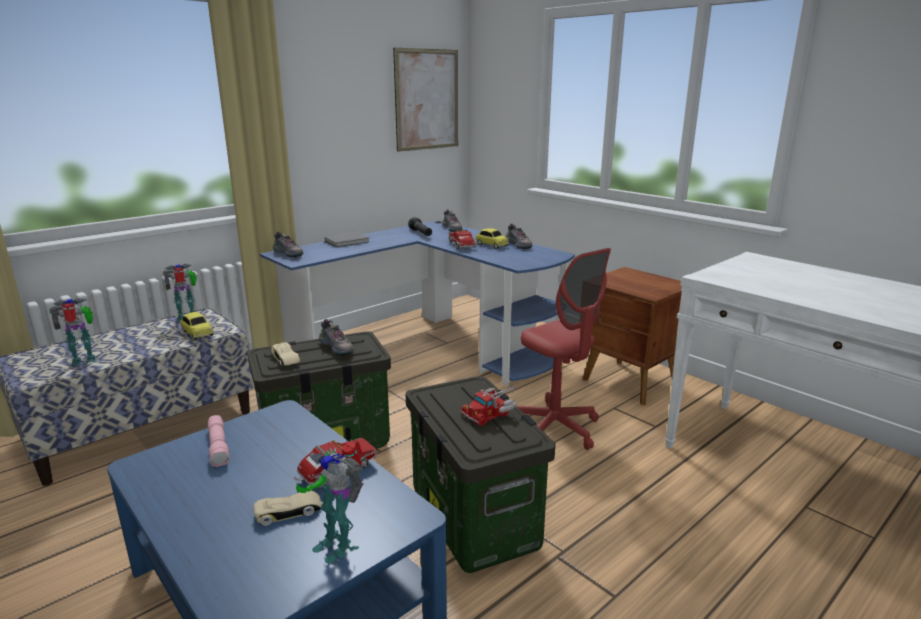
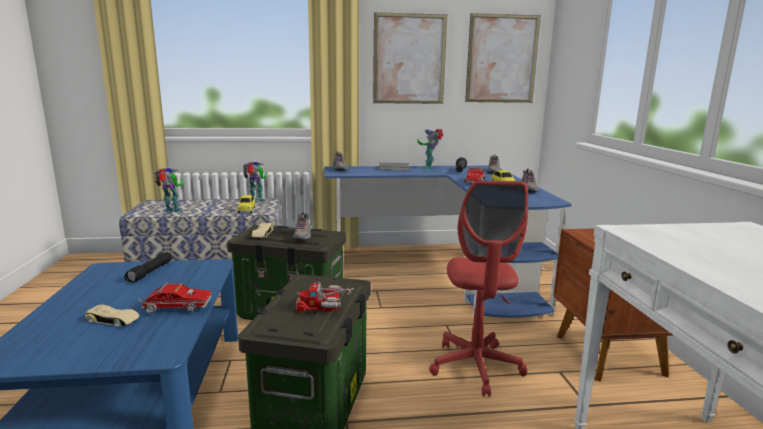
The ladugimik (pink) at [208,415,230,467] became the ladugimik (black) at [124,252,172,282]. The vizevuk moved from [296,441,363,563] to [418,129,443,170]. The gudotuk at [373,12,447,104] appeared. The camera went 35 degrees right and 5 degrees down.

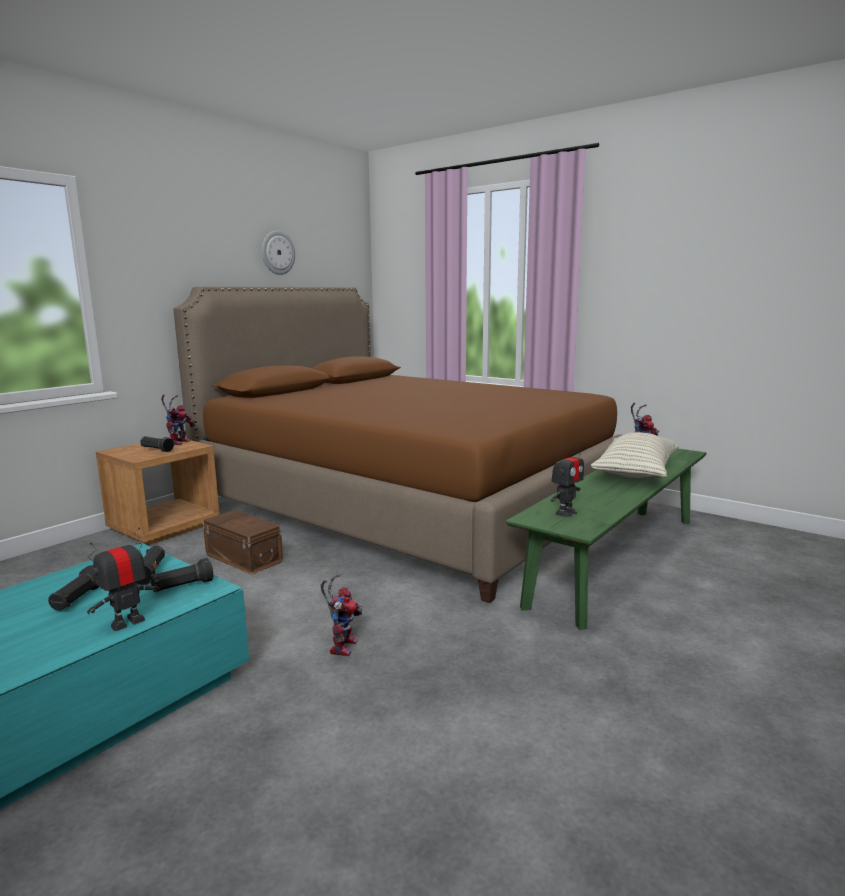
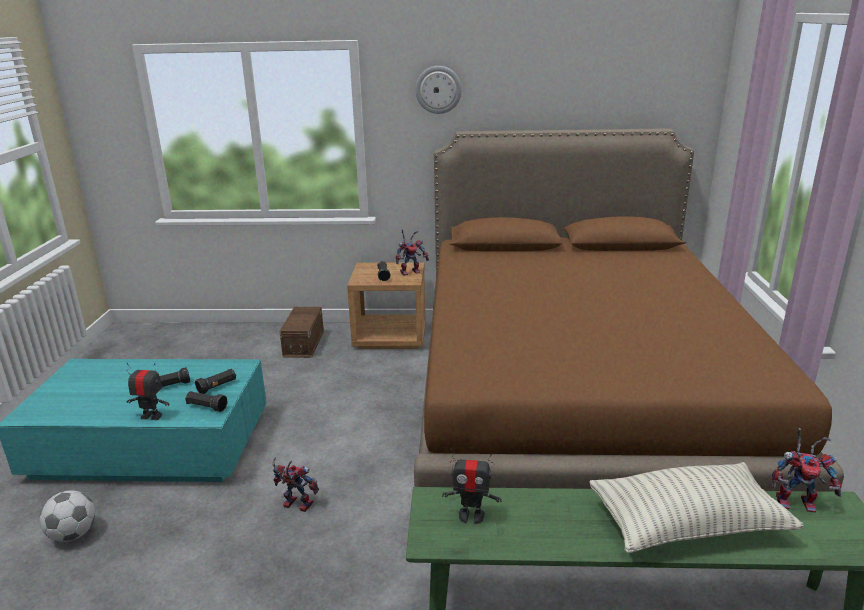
The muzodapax moved from [262,231,295,275] to [415,66,462,114]. The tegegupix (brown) moved from [203,510,283,575] to [280,307,324,358]. The vizevuk at [320,573,362,657] turned 135 degrees counterclockwise. The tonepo at [39,490,95,542] appeared. The camera went 55 degrees right and 10 degrees up.

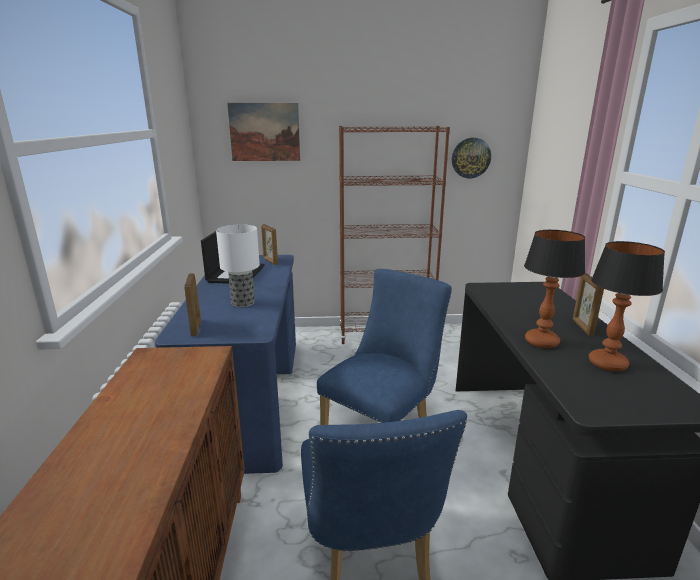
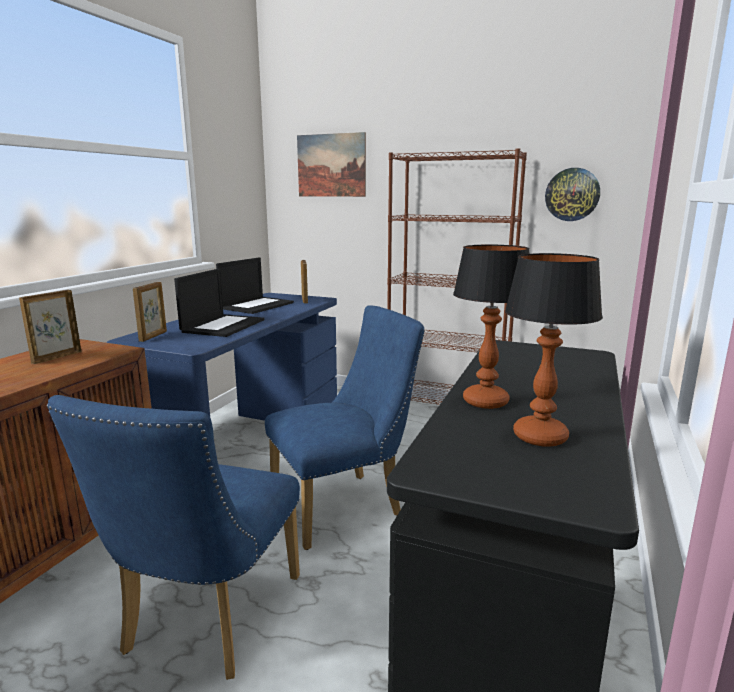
The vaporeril at [216,225,260,307] was replaced by the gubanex at [174,269,264,337]. The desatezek moved from [573,273,604,336] to [19,290,81,364]. The camera went 25 degrees right and 5 degrees down.

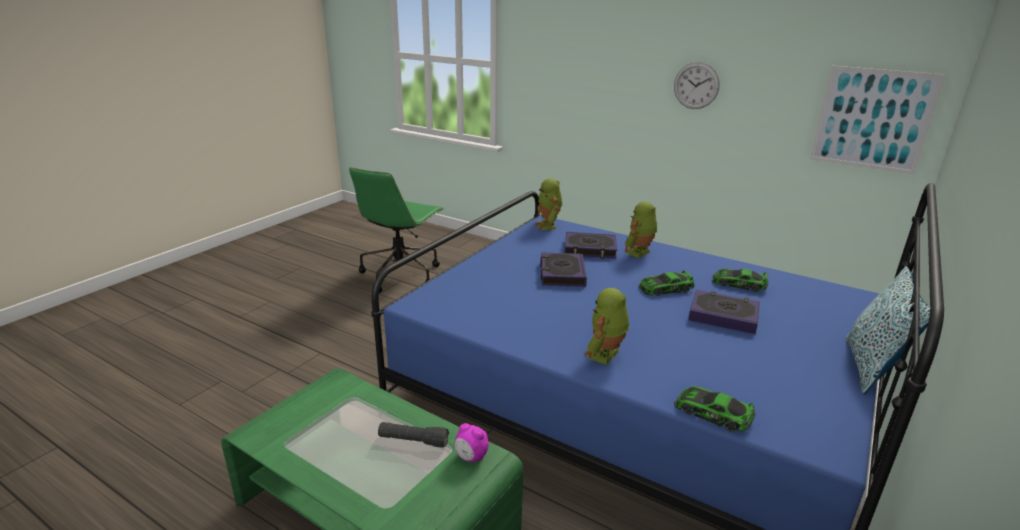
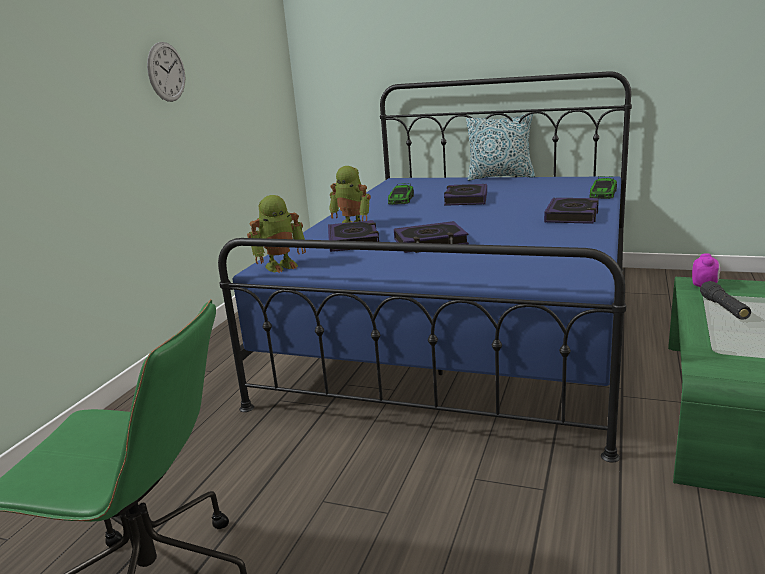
The gudotuk at [810,66,946,175] disappeared. The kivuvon at [638,270,695,296] disappeared. The vizevuk at [584,288,629,365] was replaced by the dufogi at [544,198,599,224]. The camera went 100 degrees left and 5 degrees down.

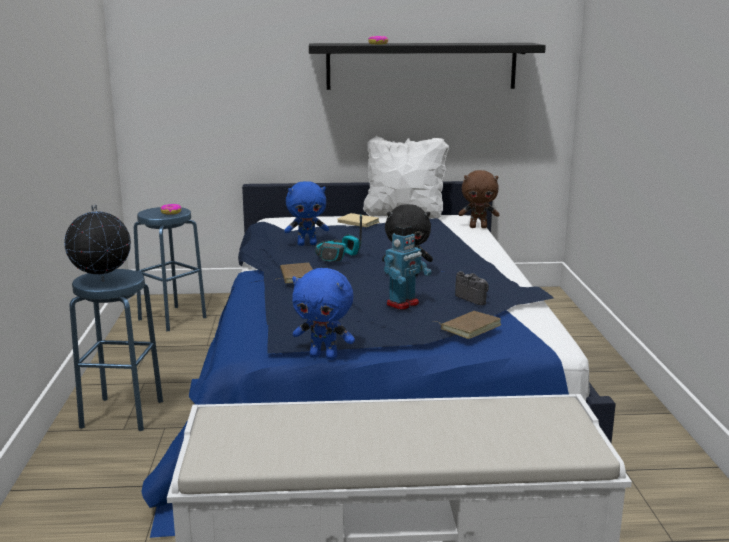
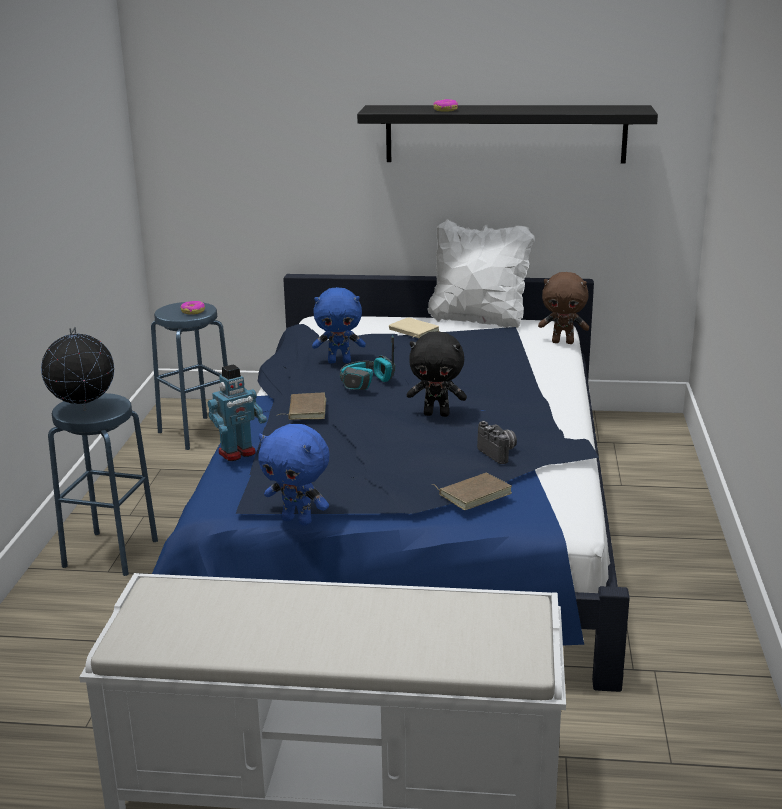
The vizevuk moved from [384,224,432,310] to [208,364,267,461]. The camera went 10 degrees right and 5 degrees up.

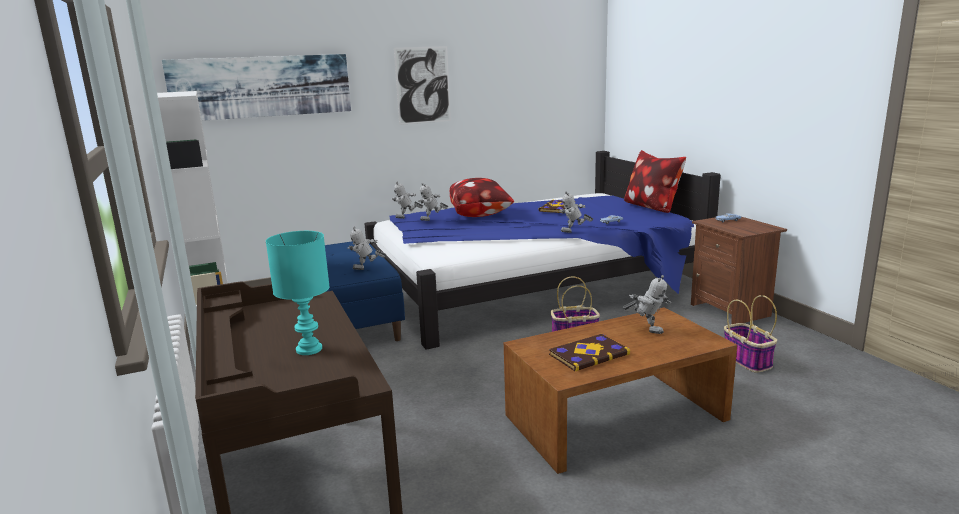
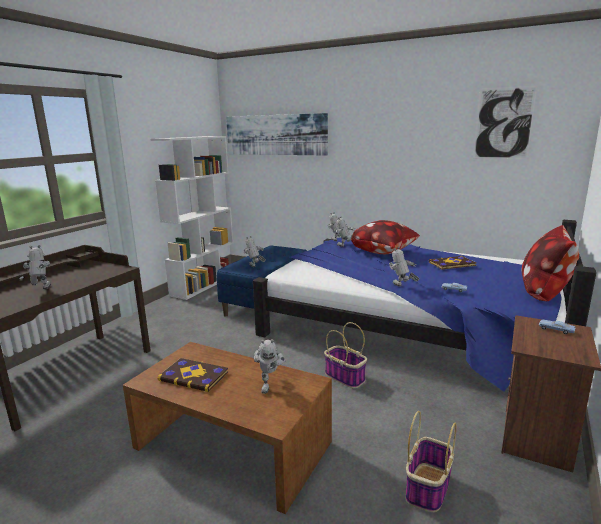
The gudotuk moved from [394,46,451,125] to [473,86,537,159]. The vaporeril (turquoise) at [266,231,330,355] was replaced by the vizevuk at [23,245,51,289]. The camera went 50 degrees right and 0 degrees up.

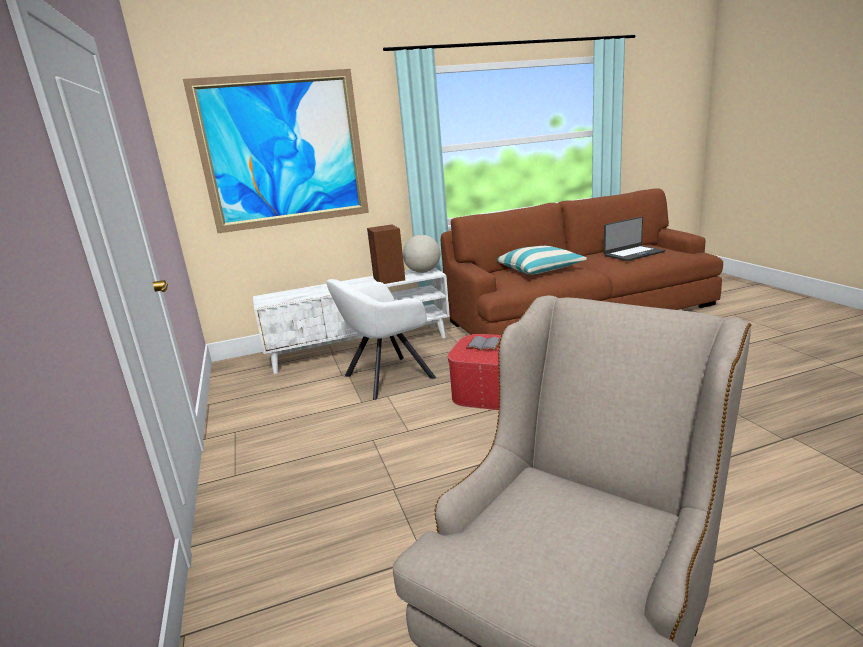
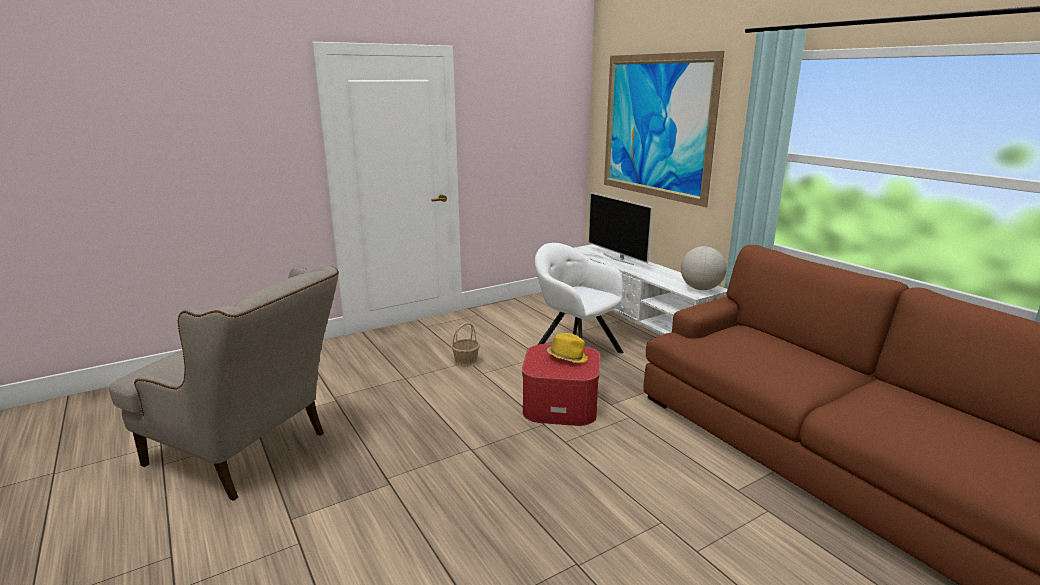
The gubanex at [604,217,665,261] disappeared. The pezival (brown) at [367,225,405,284] disappeared. The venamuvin at [497,246,587,274] disappeared. The dufogi (grey) at [466,336,500,351] was replaced by the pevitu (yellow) at [547,333,588,363]. The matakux at [588,192,653,265] appeared. The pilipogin at [451,323,480,367] appeared. The camera went 75 degrees right and 0 degrees up.

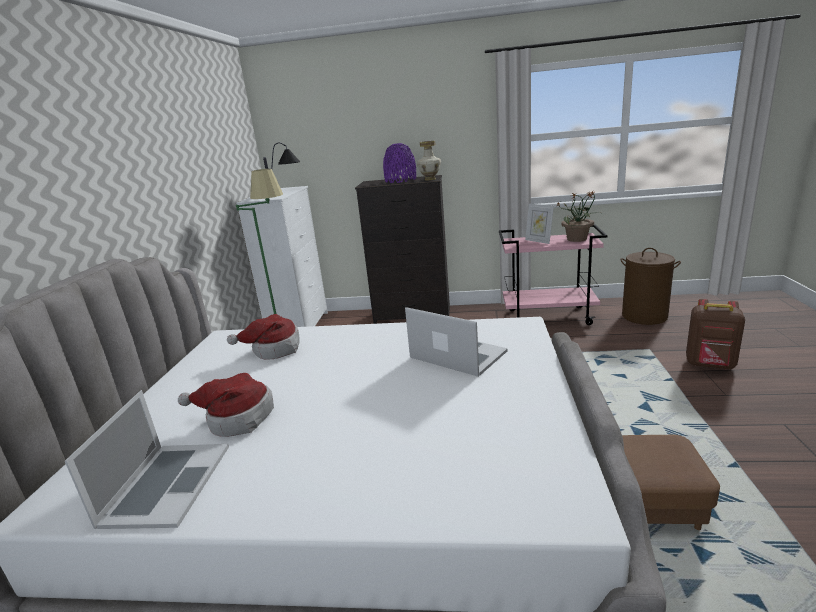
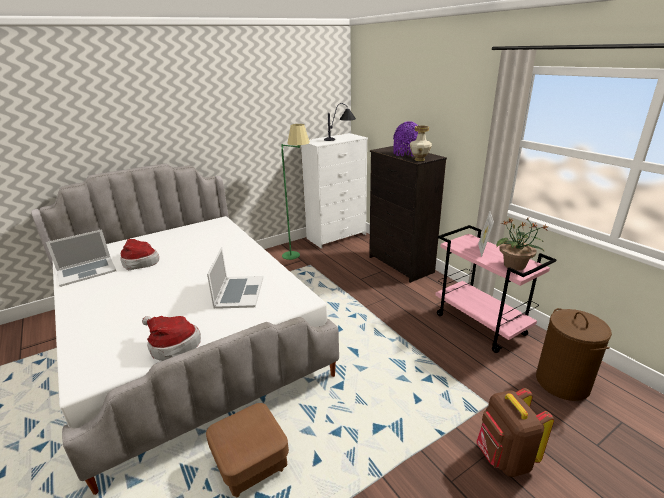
The pevitu moved from [227,314,300,360] to [142,316,201,361]. The camera went 50 degrees right and 5 degrees up.

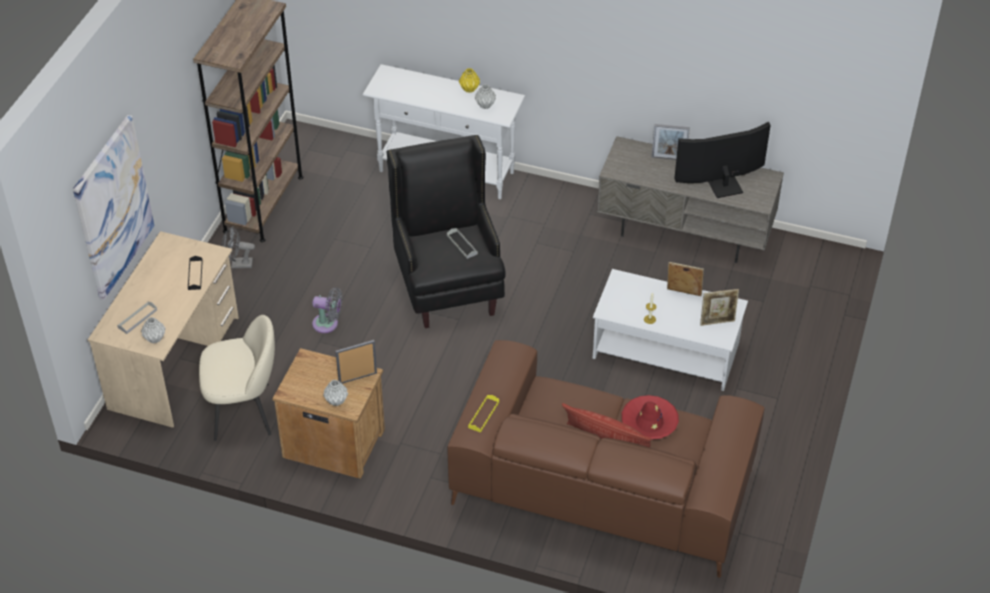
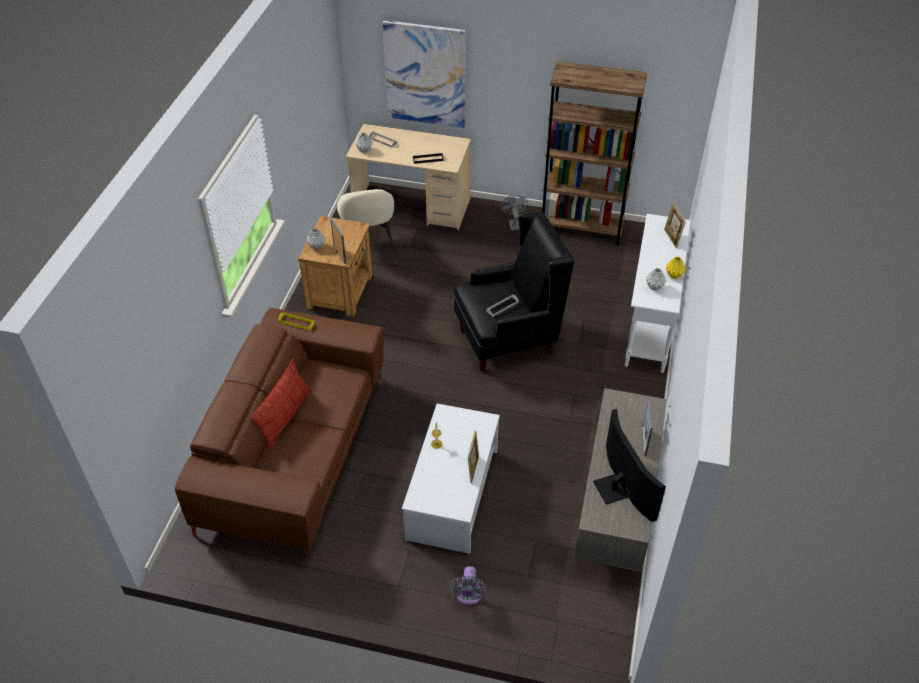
The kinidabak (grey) moved from [312,287,342,333] to [450,566,487,605]. The desatezek moved from [700,289,739,326] to [664,203,686,248]. The pevitu (red) at [622,395,679,440] disappeared. The camera went 85 degrees right and 0 degrees up.

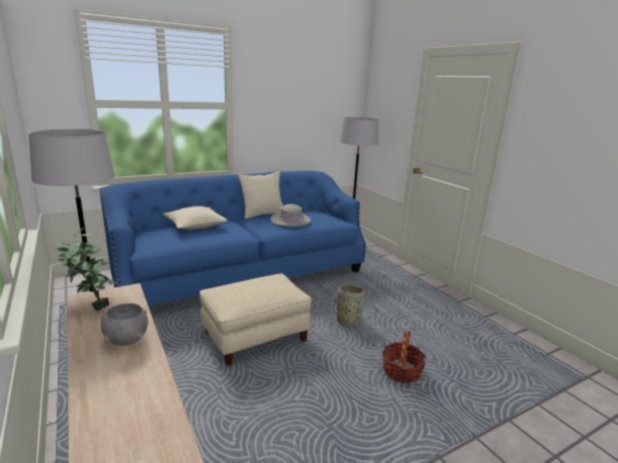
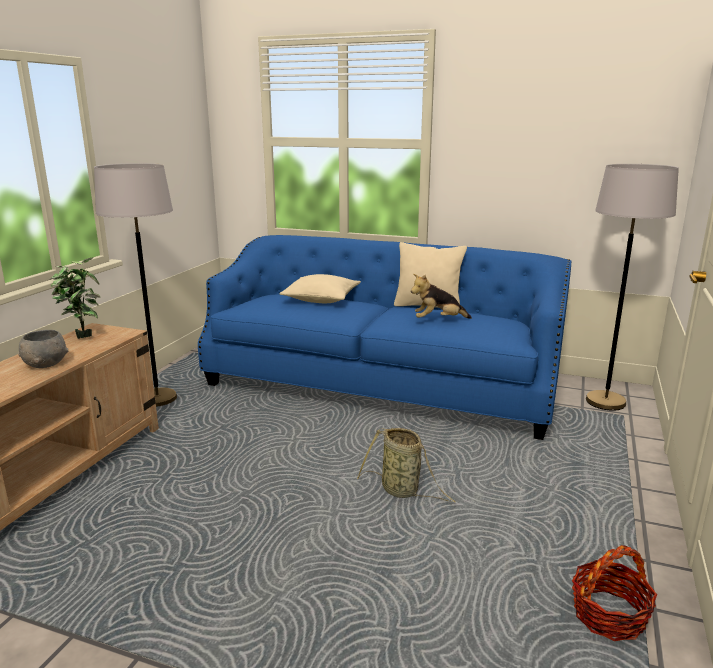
The pevitu (beige) at [271,204,311,227] was replaced by the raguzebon at [411,274,472,319]. The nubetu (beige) at [199,274,312,366] disappeared. The pilipogin moved from [382,331,426,384] to [572,545,657,641]. The camera went 50 degrees right and 0 degrees up.

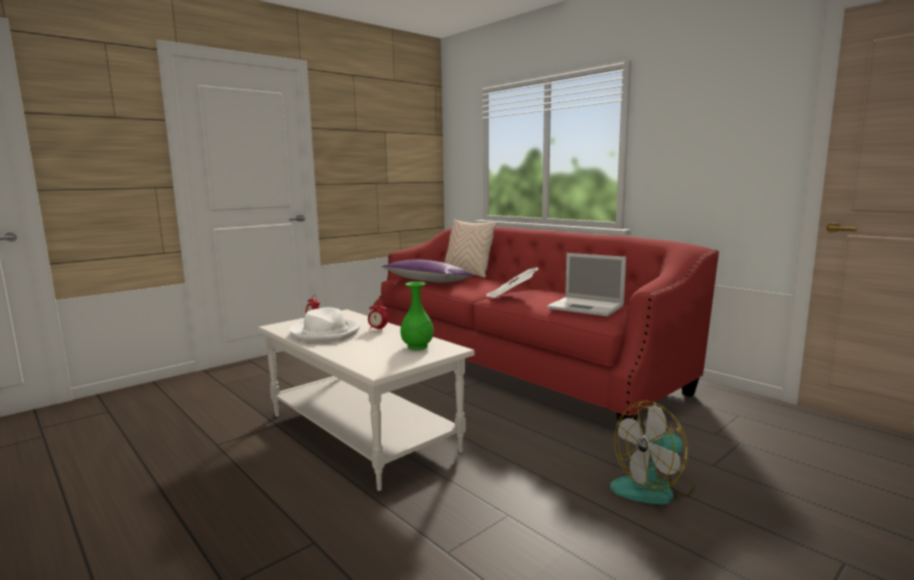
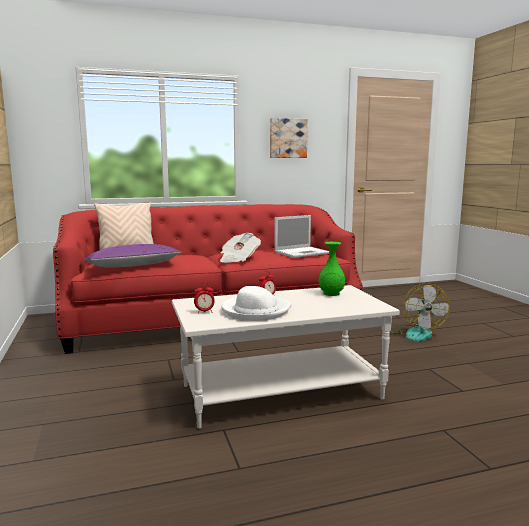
The gudotuk at [270,118,308,158] appeared. The camera went 65 degrees left and 0 degrees up.

